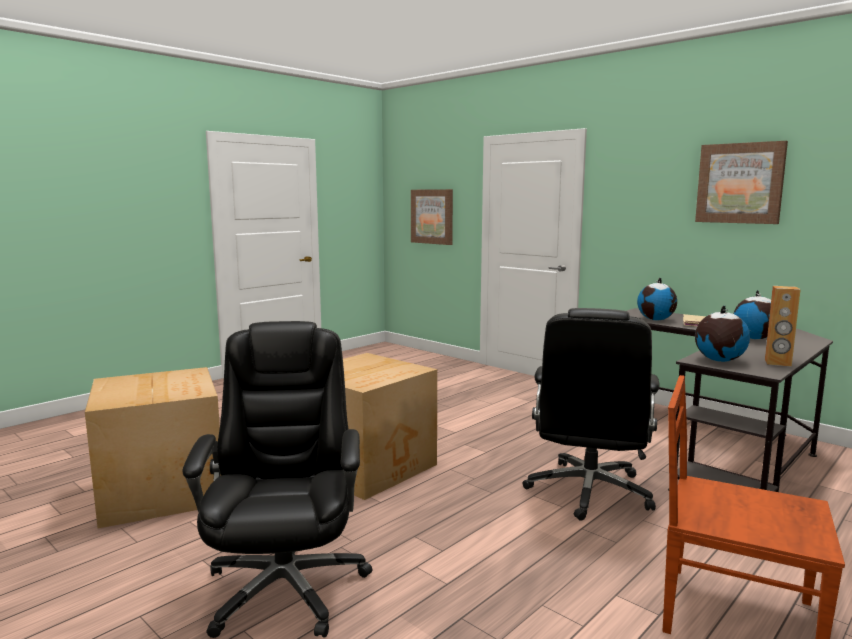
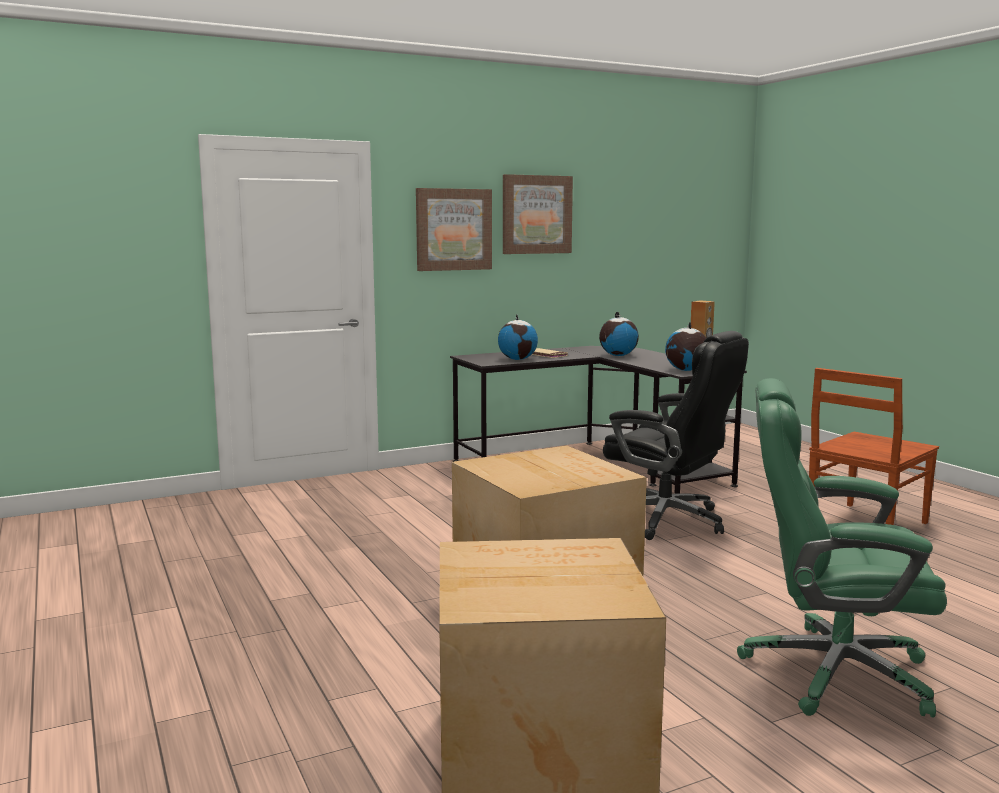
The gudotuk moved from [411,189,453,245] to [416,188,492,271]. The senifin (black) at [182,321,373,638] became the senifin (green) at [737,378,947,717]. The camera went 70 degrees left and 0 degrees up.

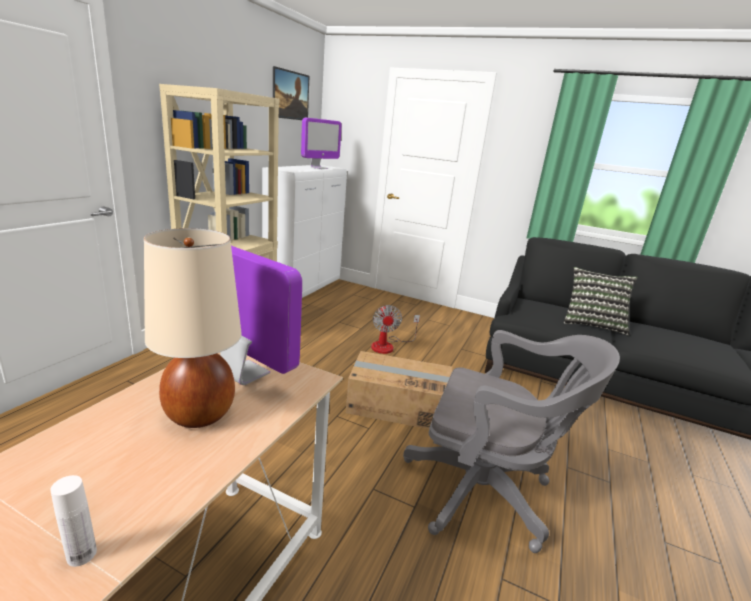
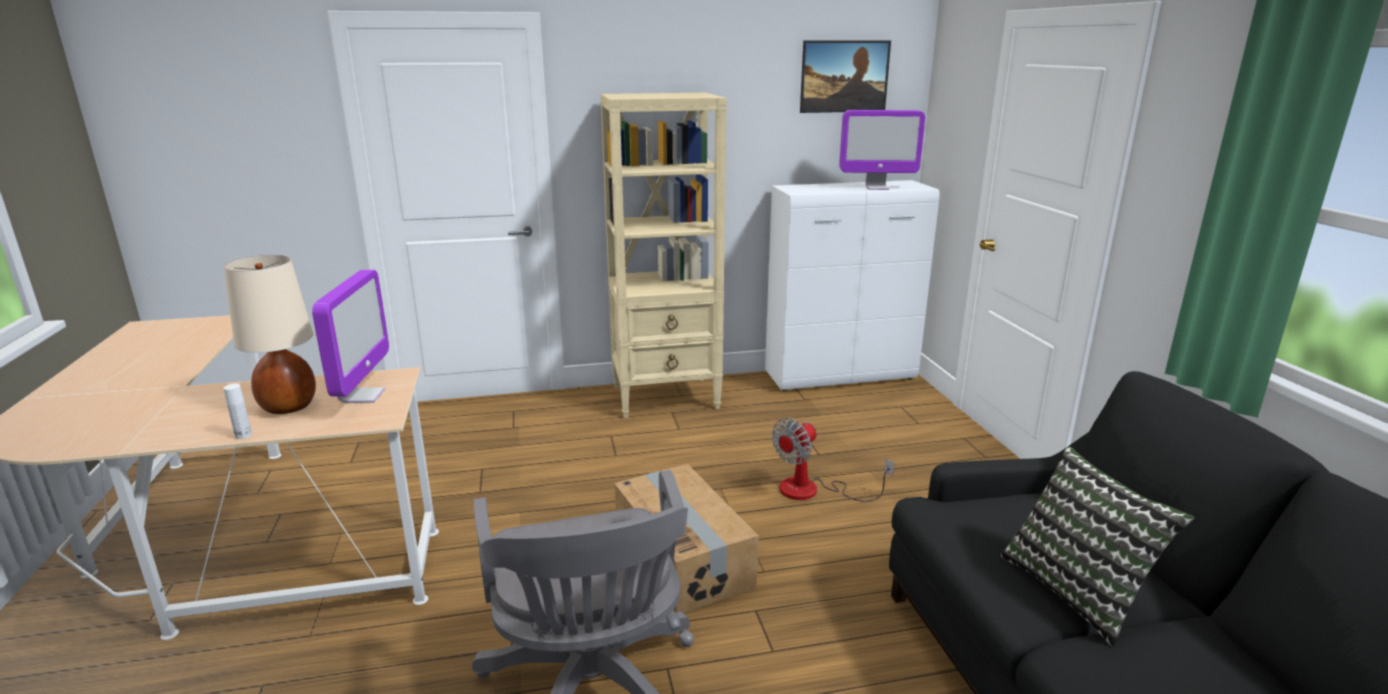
The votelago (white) moved from [50,475,97,567] to [223,384,252,439]. The camera went 55 degrees right and 0 degrees up.

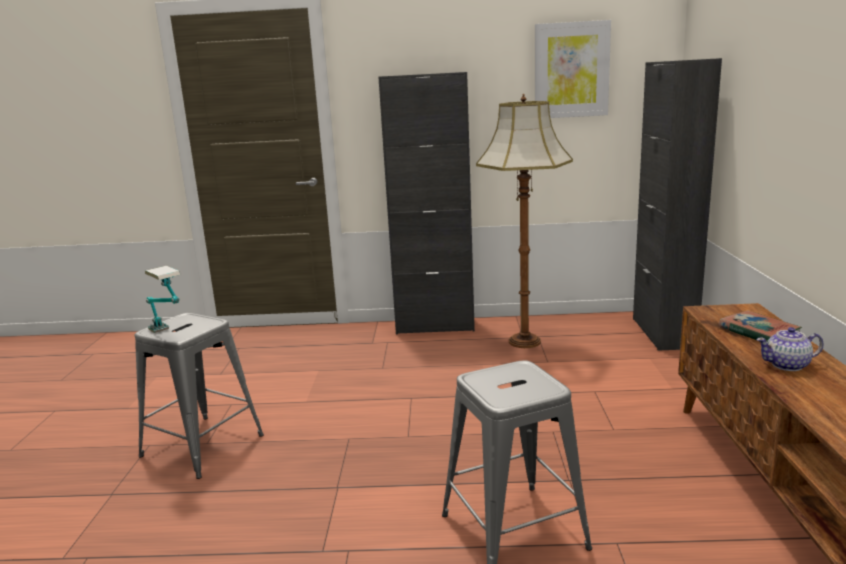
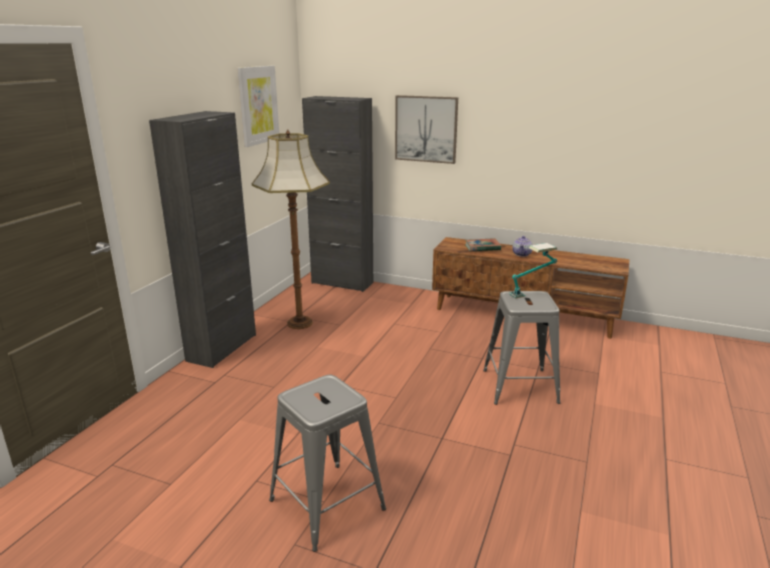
The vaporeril moved from [145,266,181,333] to [509,243,558,298]. The gudotuk at [395,95,458,164] appeared. The camera went 70 degrees left and 5 degrees up.

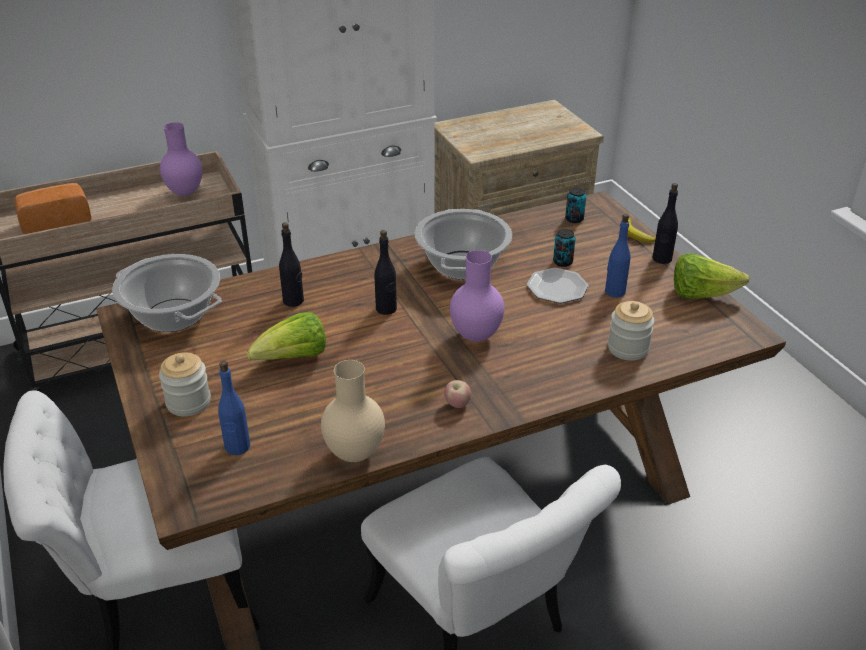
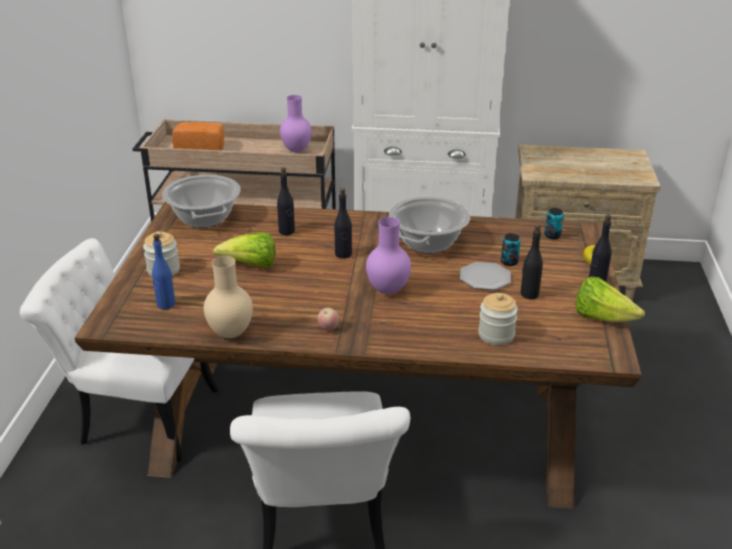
The votelago (blue) at [605,214,631,298] became the votelago (black) at [520,225,543,299]. The camera went 30 degrees right and 5 degrees down.

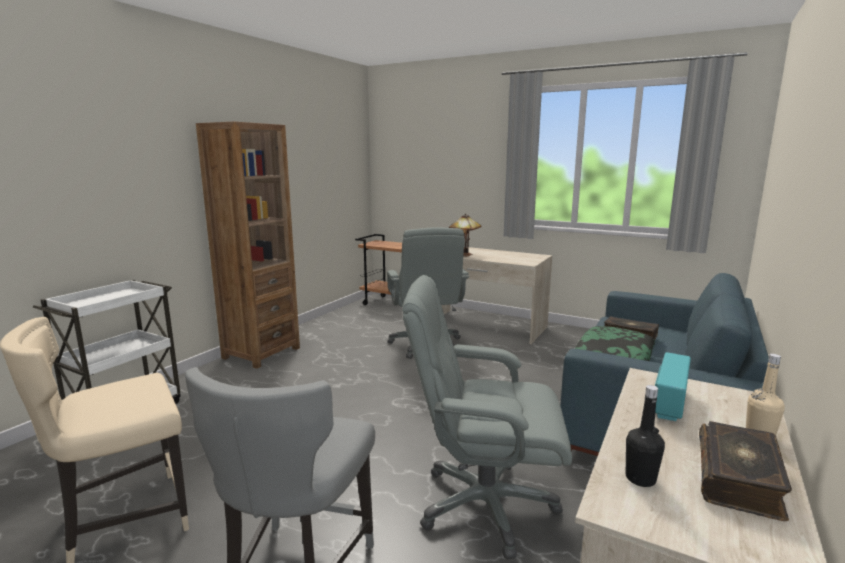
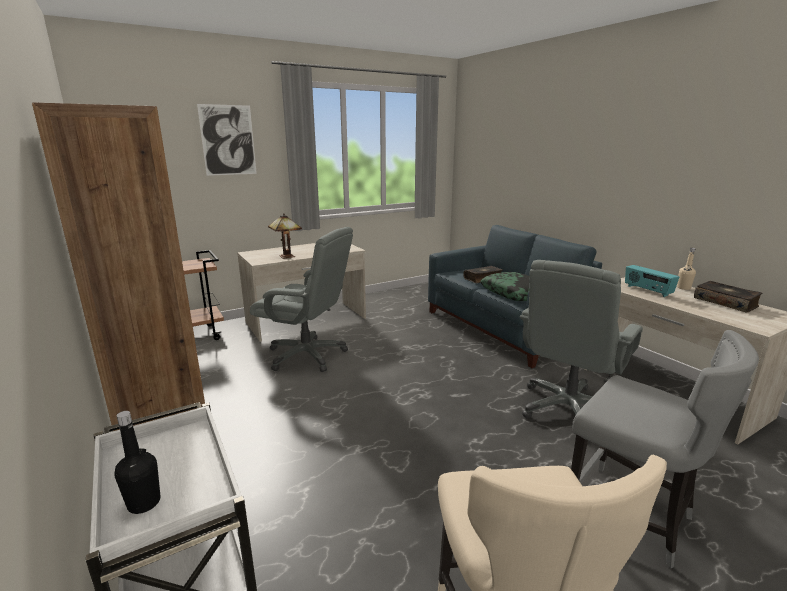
The votelago (black) moved from [626,385,665,487] to [115,411,160,514]. The gudotuk at [197,104,257,176] appeared. The camera went 60 degrees left and 5 degrees up.

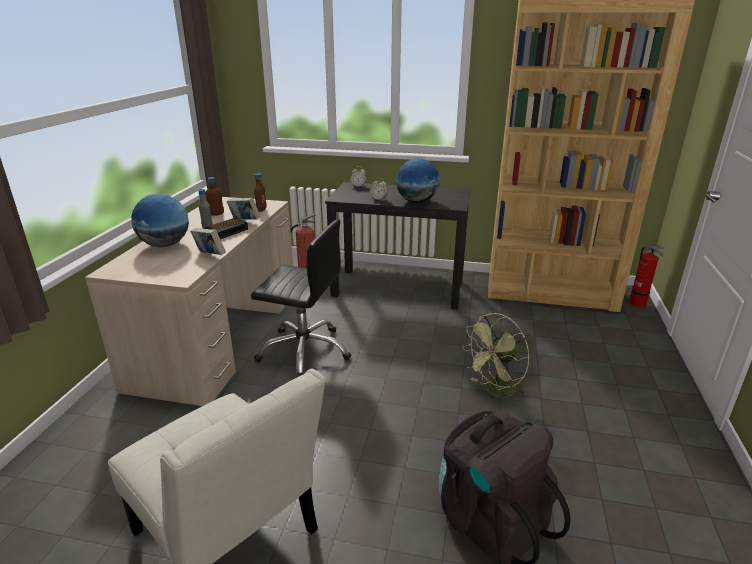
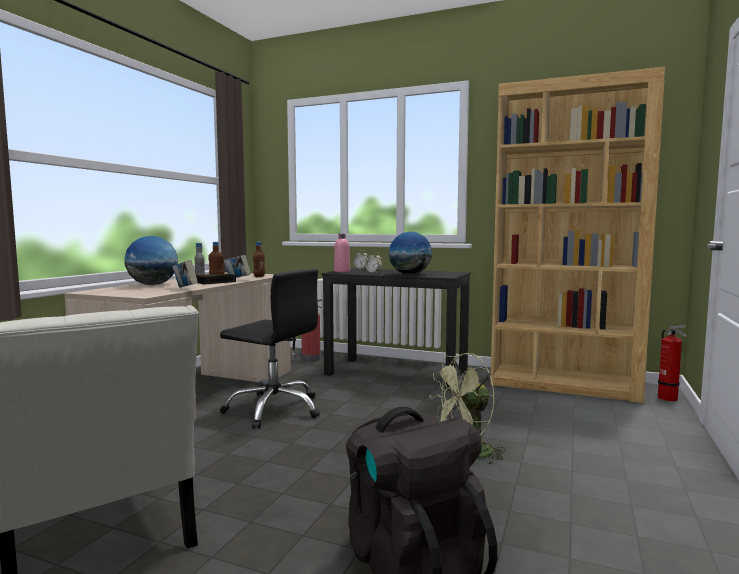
The votelago (pink) at [334,234,350,272] appeared. The camera went 10 degrees right and 20 degrees down.

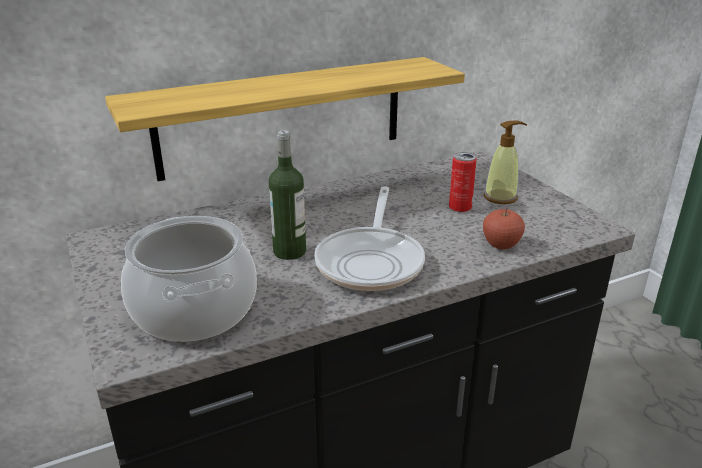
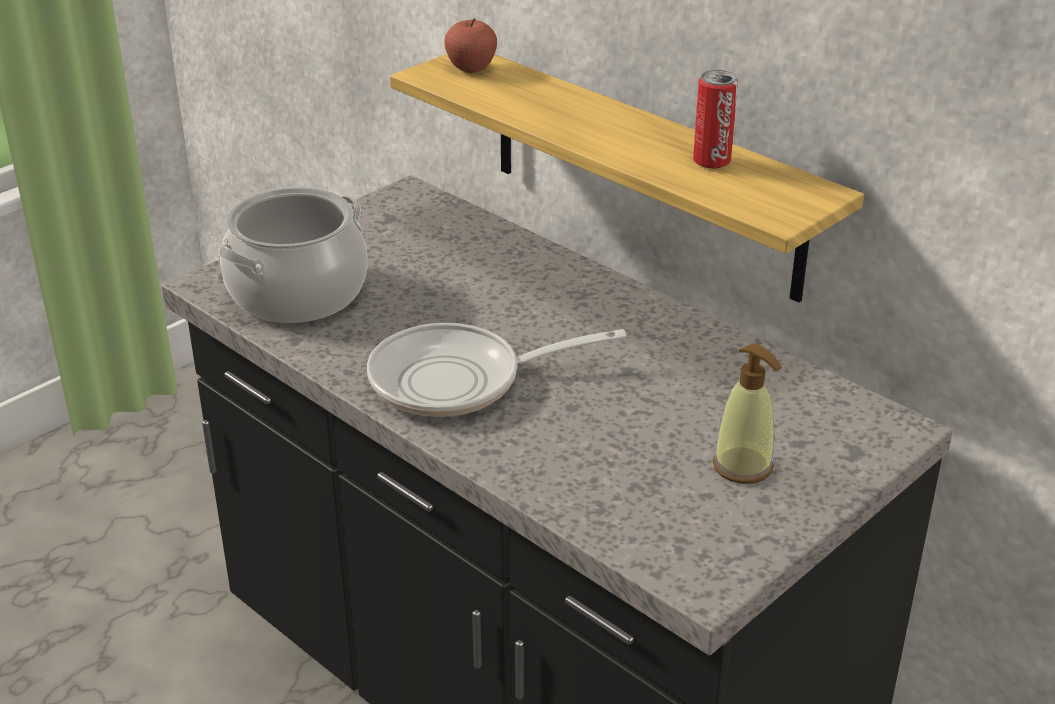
The votelago at [269,130,306,260] disappeared. The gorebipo moved from [449,152,477,212] to [693,70,738,169]. The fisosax moved from [483,208,525,249] to [444,18,497,73]. The camera went 70 degrees right and 5 degrees up.

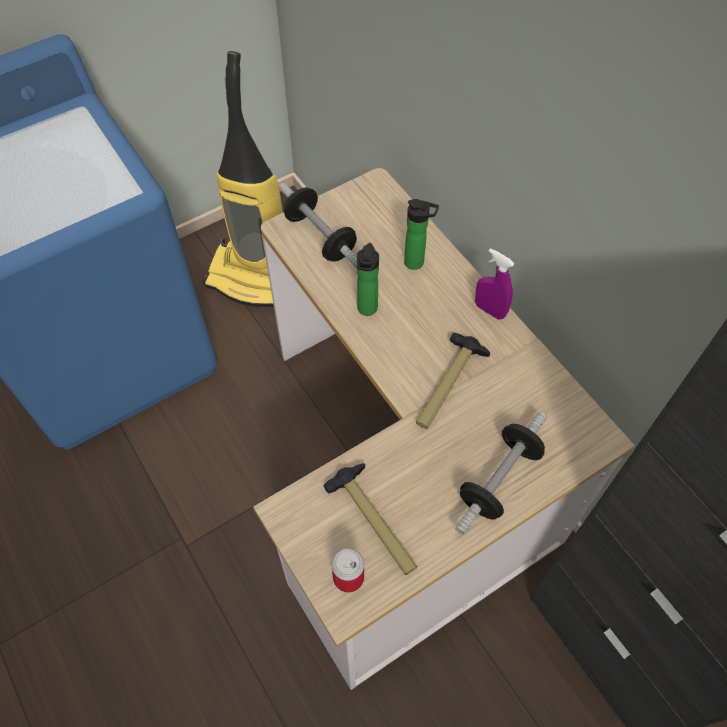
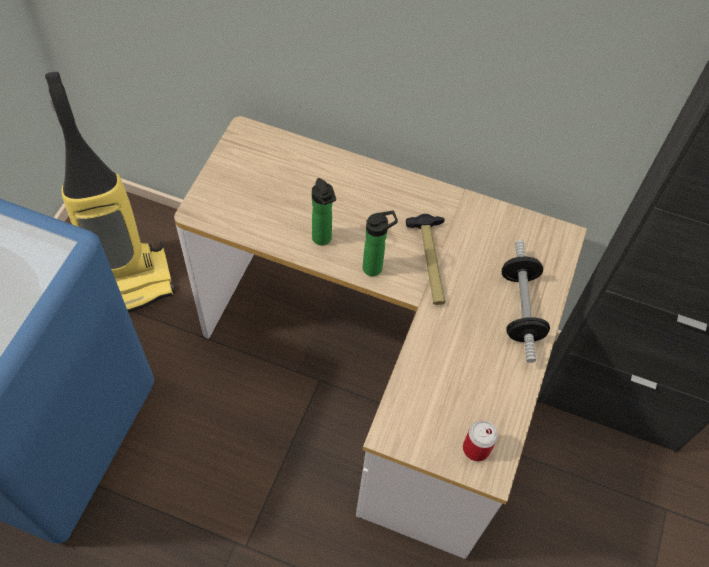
The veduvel at [279,183,357,268] disappeared. The votelago moved from [404,199,439,270] to [362,211,398,276]. The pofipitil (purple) at [475,248,514,320] disappeared. The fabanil at [324,463,417,575] disappeared. The camera went 40 degrees left and 0 degrees up.

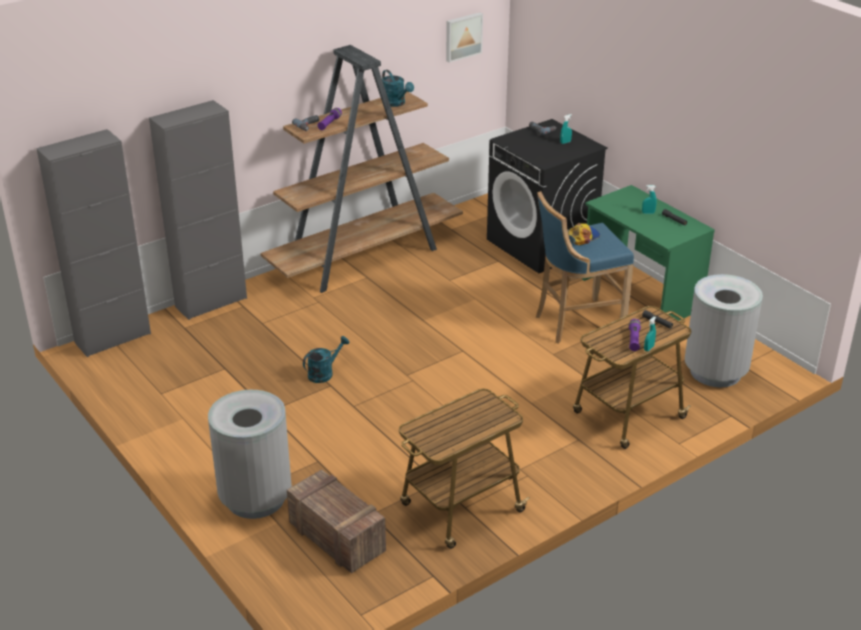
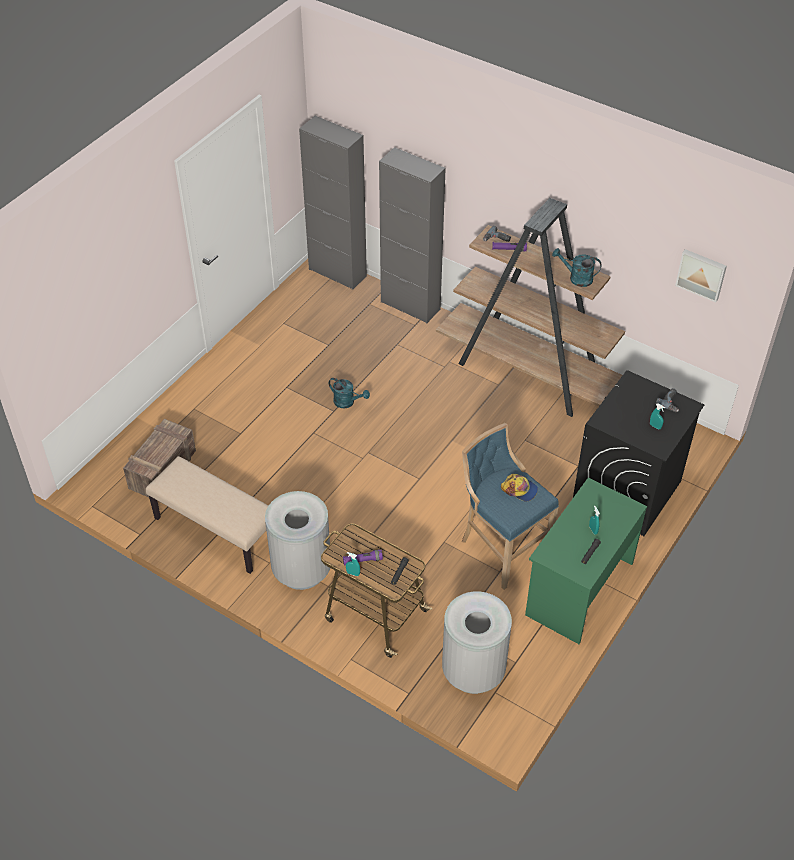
The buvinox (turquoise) at [382,70,414,107] turned 75 degrees clockwise. The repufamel at [399,389,530,549] was replaced by the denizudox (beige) at [145,456,268,574]. The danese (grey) moved from [208,390,292,519] to [265,491,330,590]. The camera went 70 degrees right and 15 degrees up.

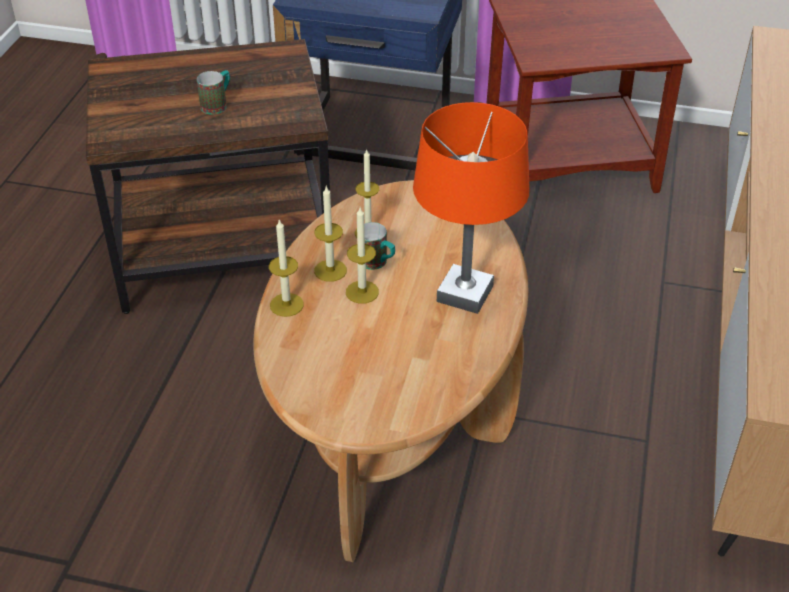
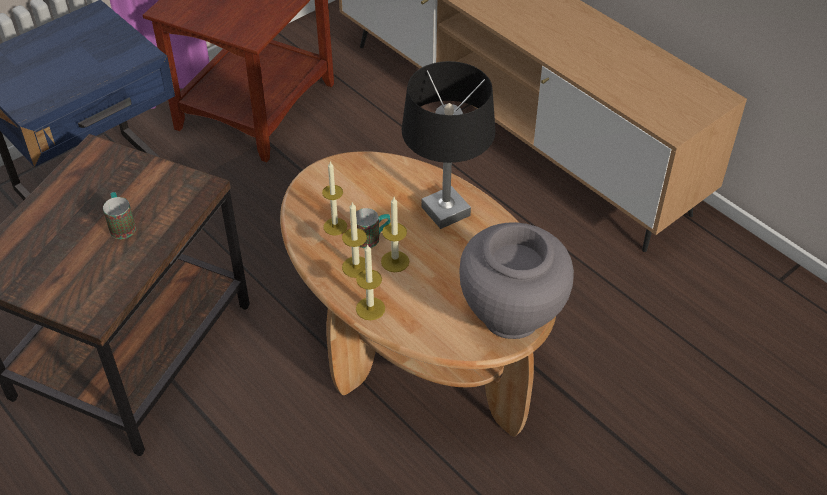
The vaporeril (orange) at [413,102,530,314] became the vaporeril (black) at [402,61,496,229]. The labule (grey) at [459,222,574,339] appeared. The camera went 55 degrees left and 5 degrees up.

